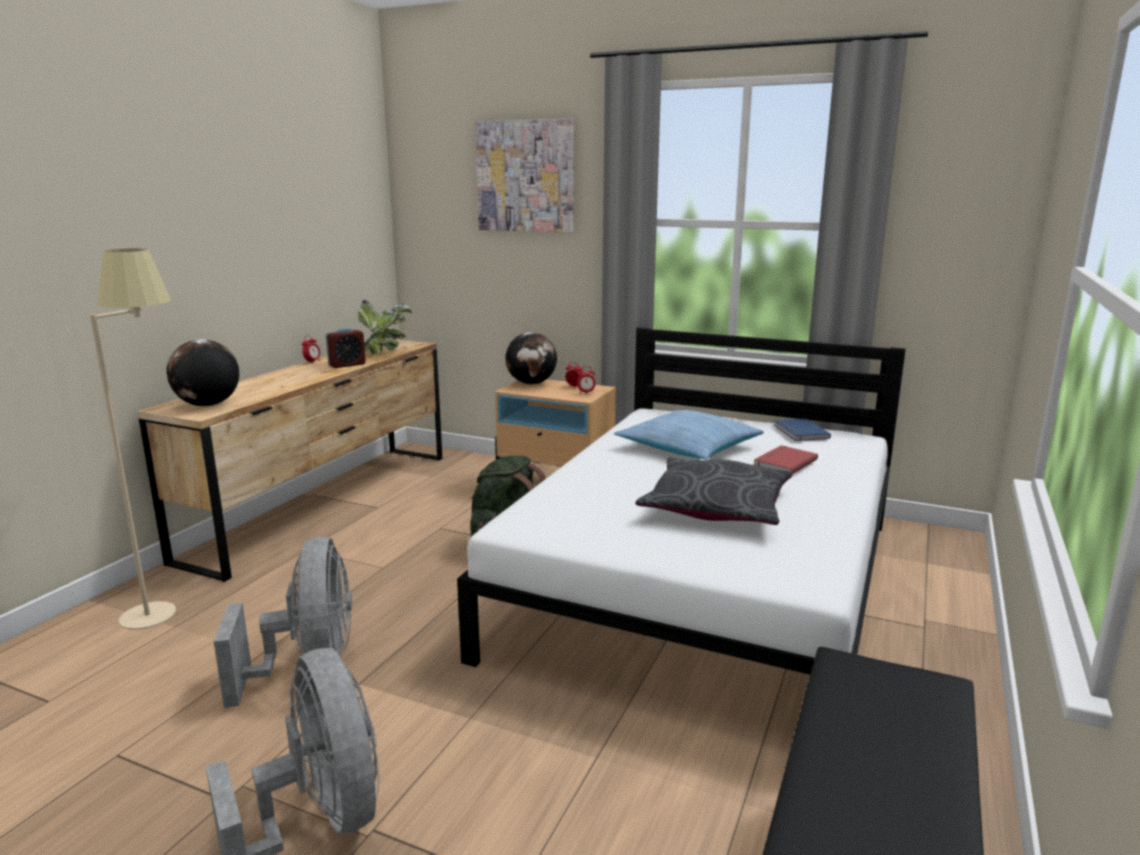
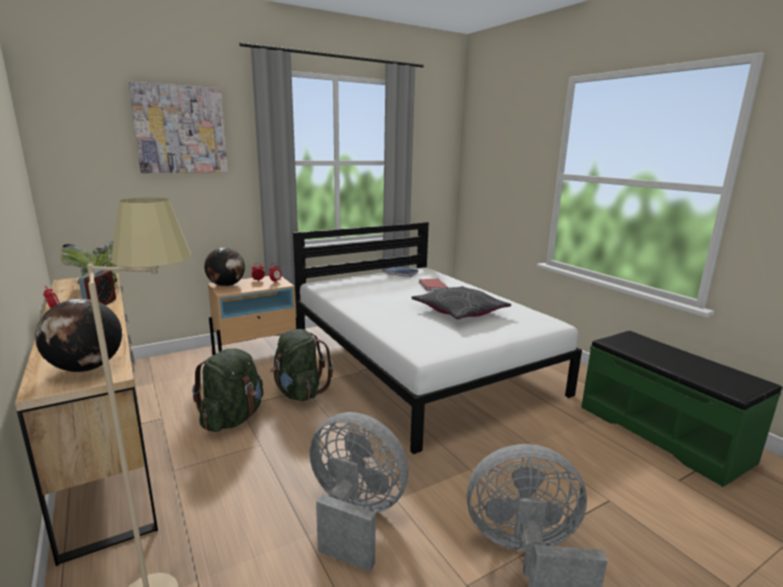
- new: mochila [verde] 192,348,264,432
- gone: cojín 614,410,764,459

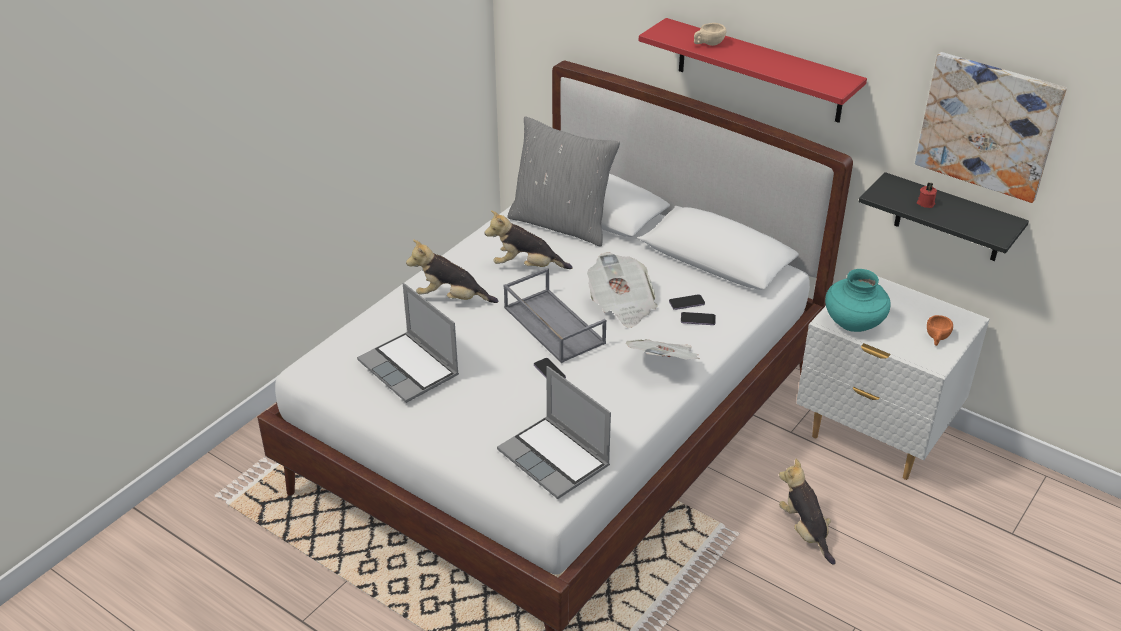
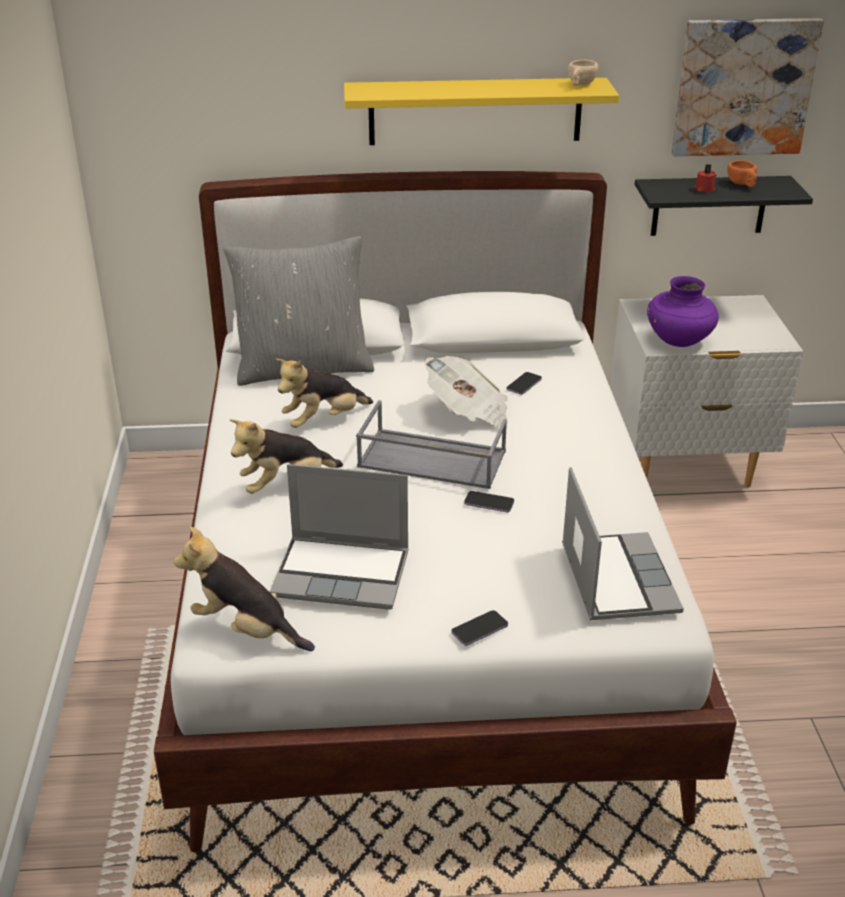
- shifted: peluche 779,459,836,565 to 174,526,315,651
- repainted: estante [rojo] 639,18,867,123 to estante [amarillo] 344,78,619,145
- shifted: móvil 681,312,716,325 to 451,610,508,646
- rotated: portátil 497,366,611,499 = 562,467,684,620 105 degrees counterclockwise
- shifted: taza [beis] 694,23,726,46 to 568,60,598,87
- repainted: florero [turquesa] 825,269,891,332 to florero [morado] 647,276,719,347
- shifted: taza [naranja] 927,315,953,346 to 727,160,757,188
- gone: periódico 626,339,700,360

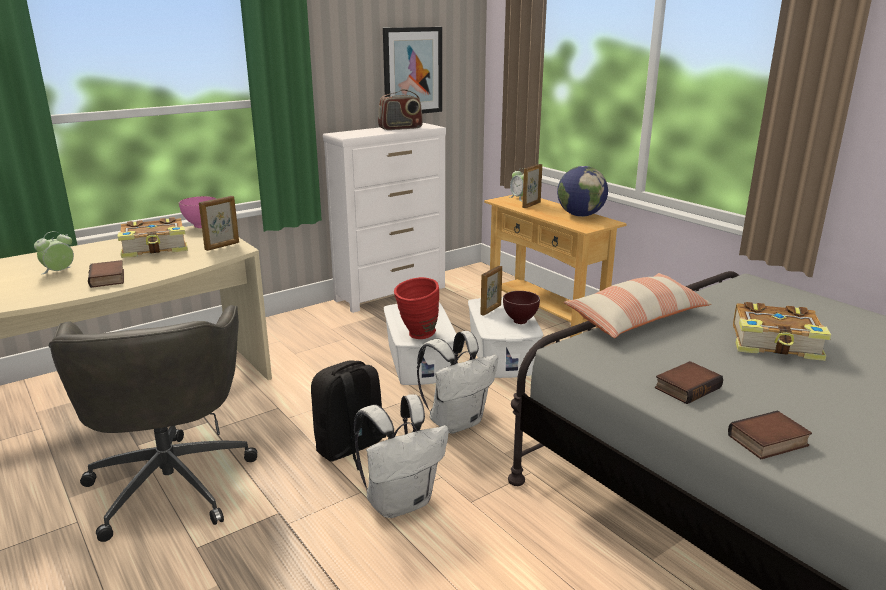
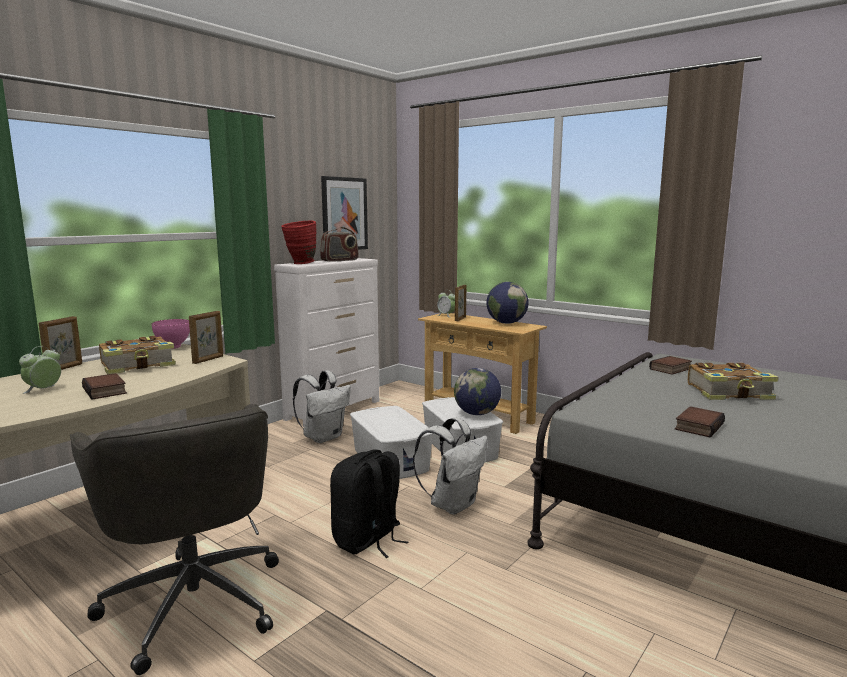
- shifted: portarretratos 480,266,502,316 to 39,316,82,370
- shifted: florero [rojo] 394,277,439,339 to 281,220,316,264
- shifted: mochila [blanco] 354,394,449,518 to 293,370,351,443
- swapped: cuenco [marrón] 503,291,540,324 to globo terráqueo 454,368,501,415
- shifted: libro 728,411,812,459 to 649,356,692,375
- gone: cojín 564,273,711,338

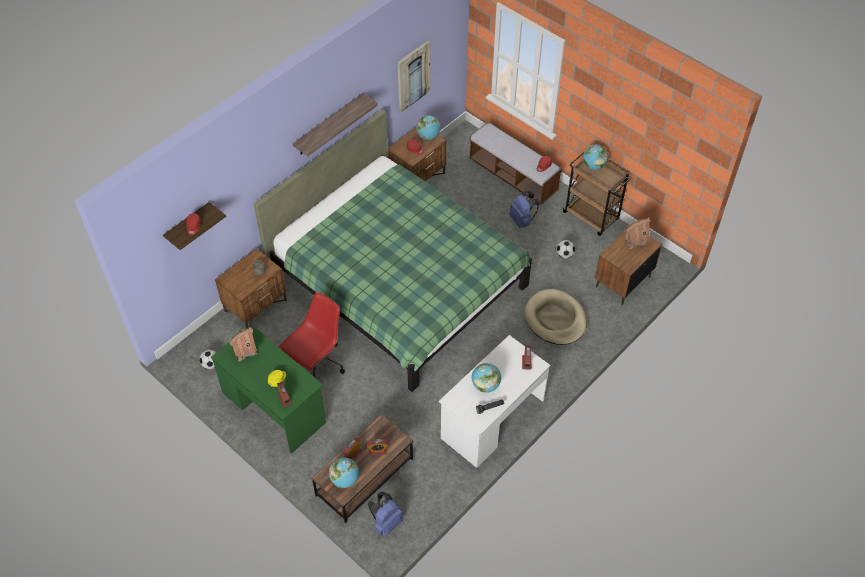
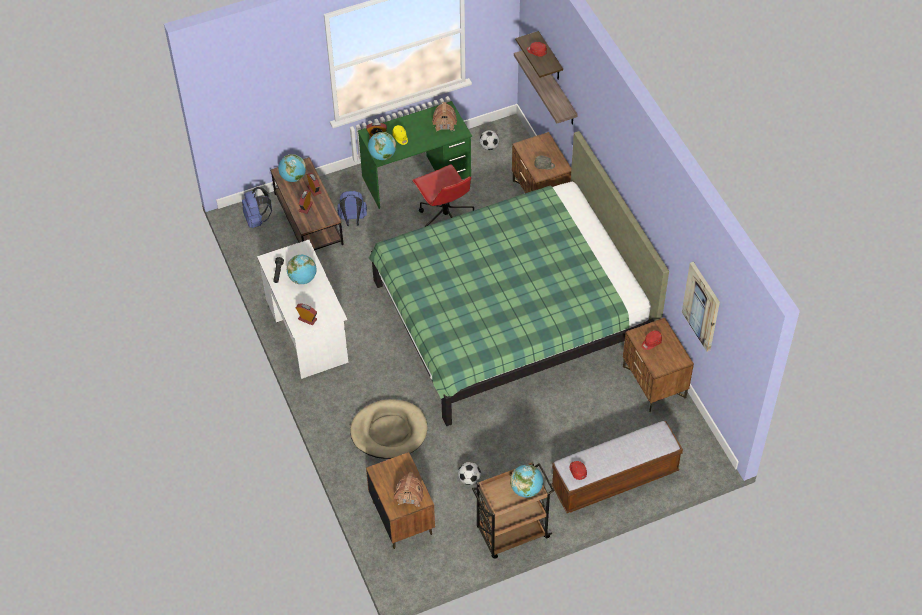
- shifted: mochila [azul] 510,191,539,228 to 337,191,367,226
- shifted: globo terráqueo 416,115,440,140 to 368,132,396,160
- shifted: estante 293,93,378,156 to 514,51,578,125

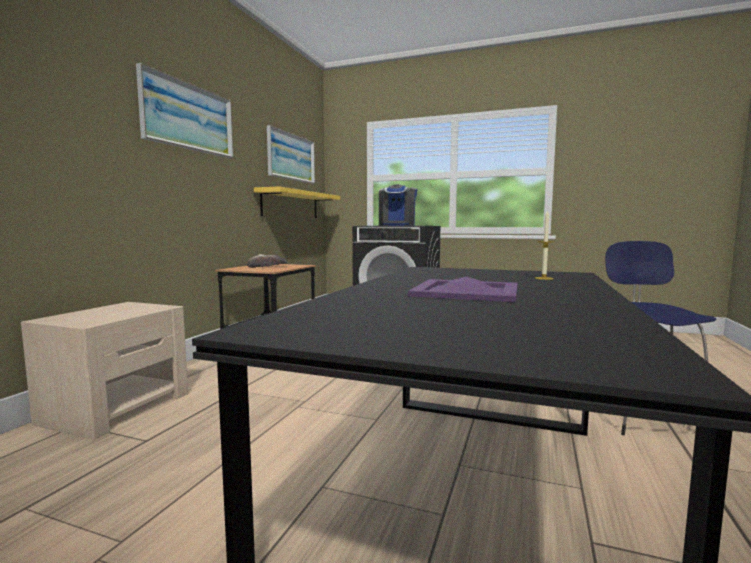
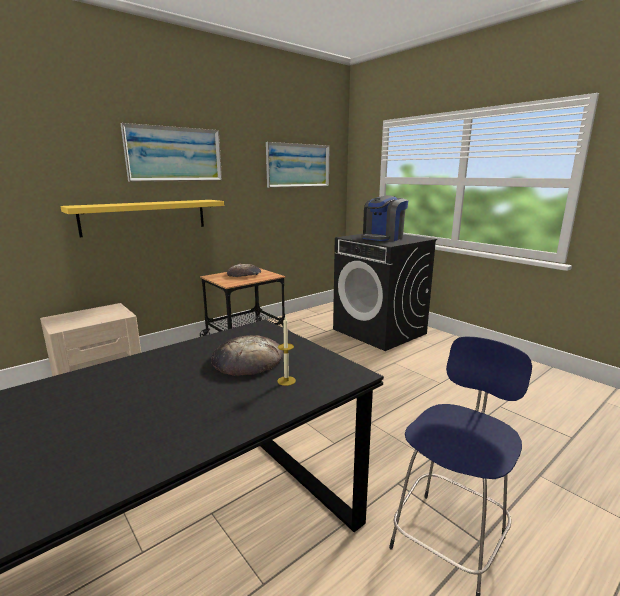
- shifted: estante [amarillo] 254,186,340,218 to 60,200,224,237
- new: pan 211,335,283,376
- gone: bandeja [morado] 408,277,518,302

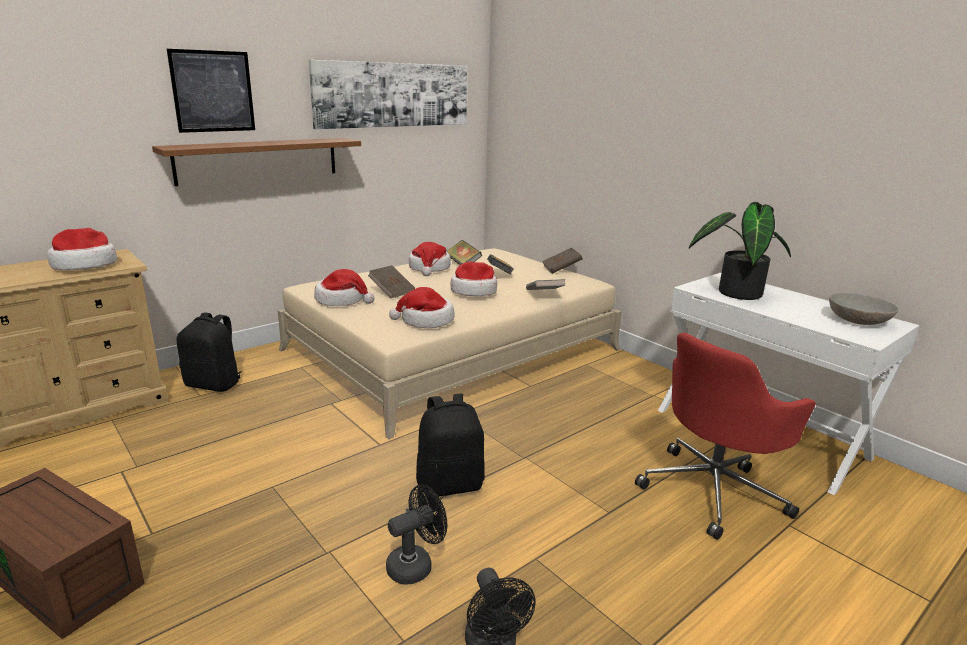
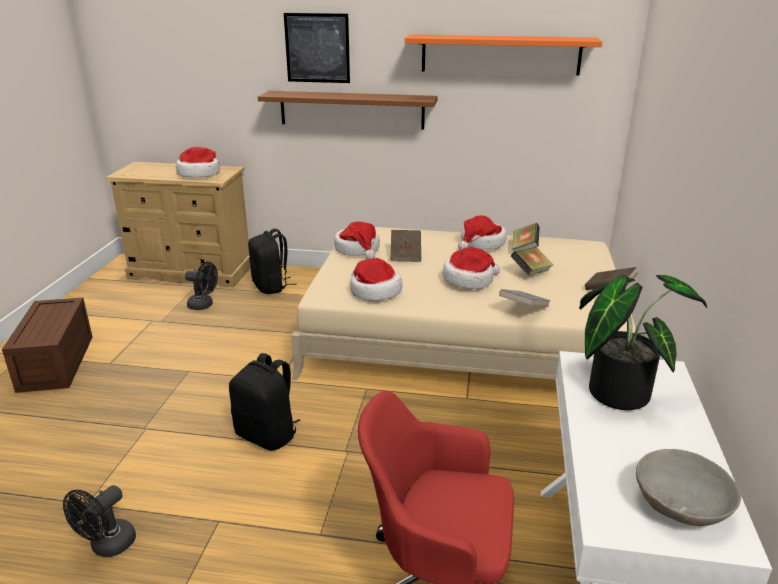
- shifted: ventilador [negro] 386,485,447,584 to 185,262,218,310
- swapped: cuadro 308,60,467,129 to estante [naranja] 405,34,602,75

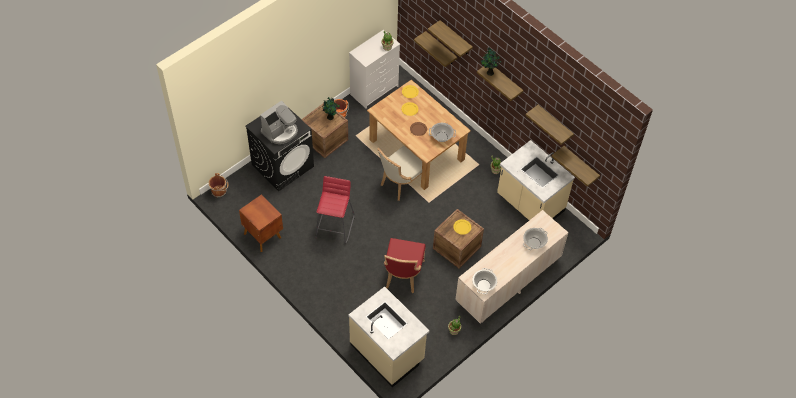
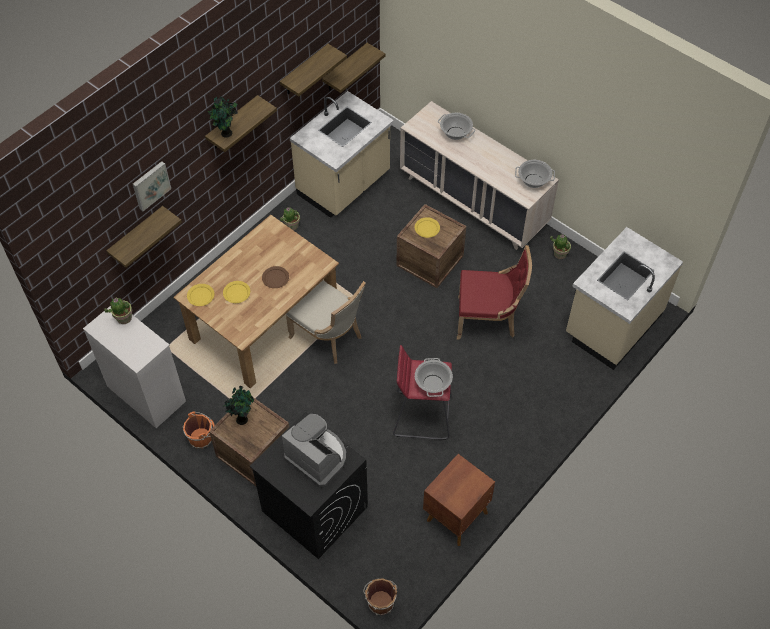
- swapped: estante 428,20,473,57 to cuadro 133,161,171,211
- shifted: olla 429,123,456,142 to 415,358,453,397

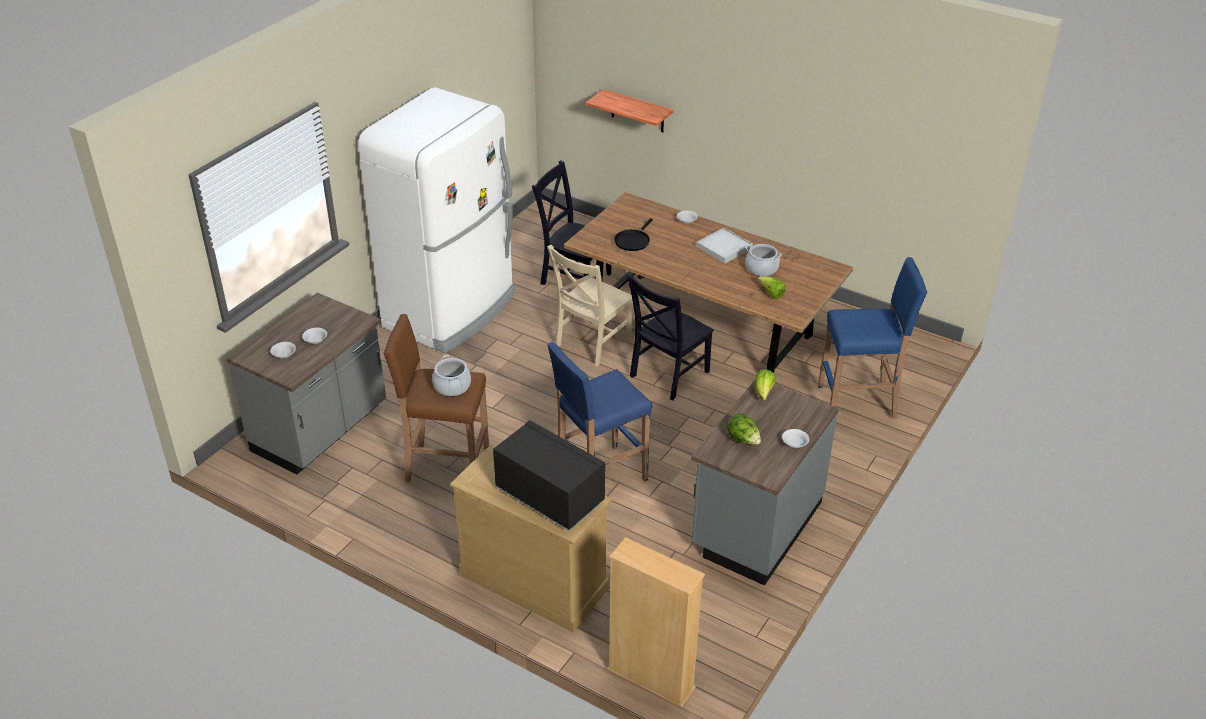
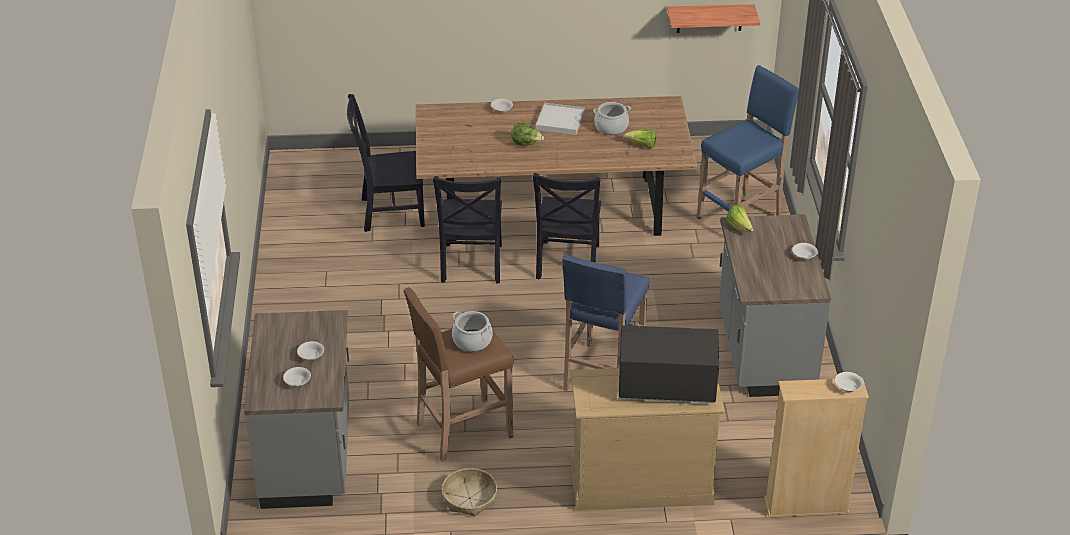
- repainted: silla [beis] 547,245,632,367 to silla [negro] 433,176,502,284
- new: cesta 442,468,497,517
- shifted: lechuga 727,413,761,445 to 511,123,544,146
- shifted: estante 585,89,674,132 to 667,4,760,33
- new: cuenco [blanco] 835,372,863,392
- gone: nevera [blanco] 358,88,515,353
- gone: sartén [negro] 614,218,653,251

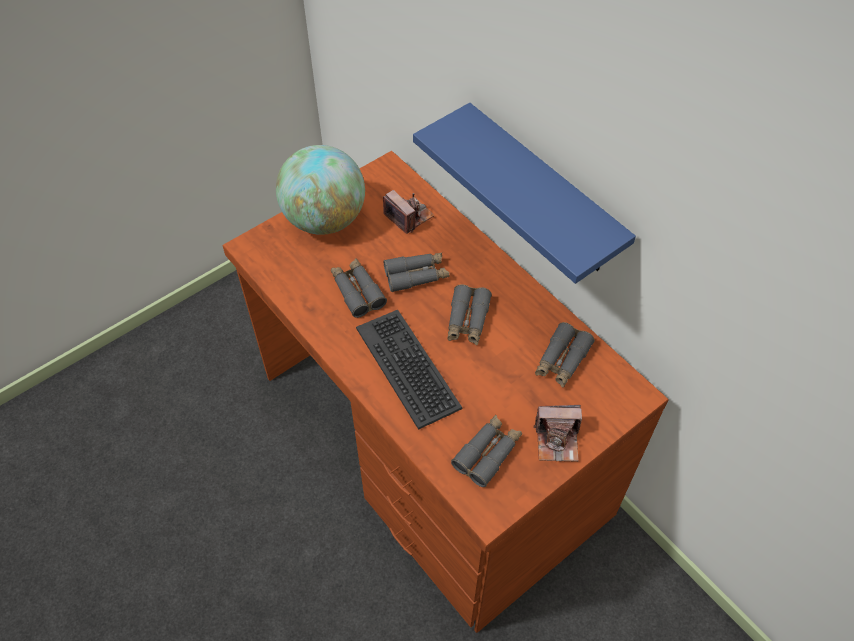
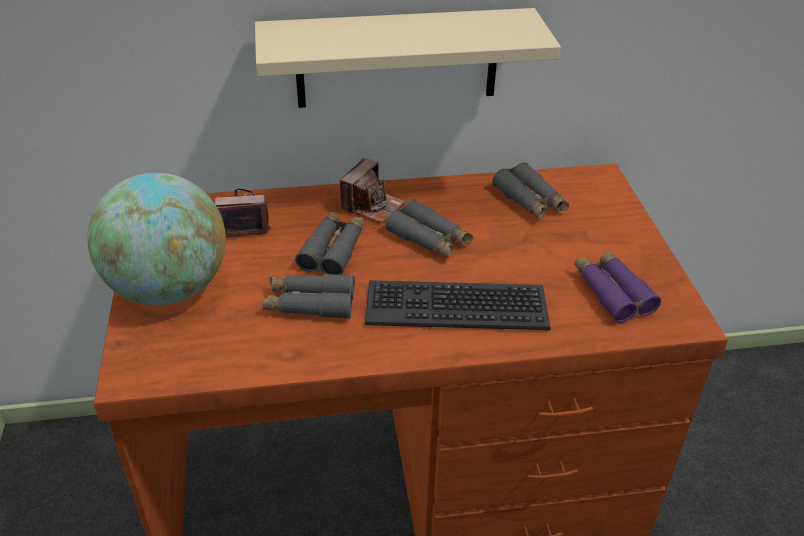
- repainted: estante [azul] 413,103,636,284 to estante [beis] 255,8,561,108
- shifted: cámara 533,405,582,462 to 340,158,405,223
- repainted: prismáticos [gris] 451,415,522,487 to prismáticos [morado] 575,250,661,323

